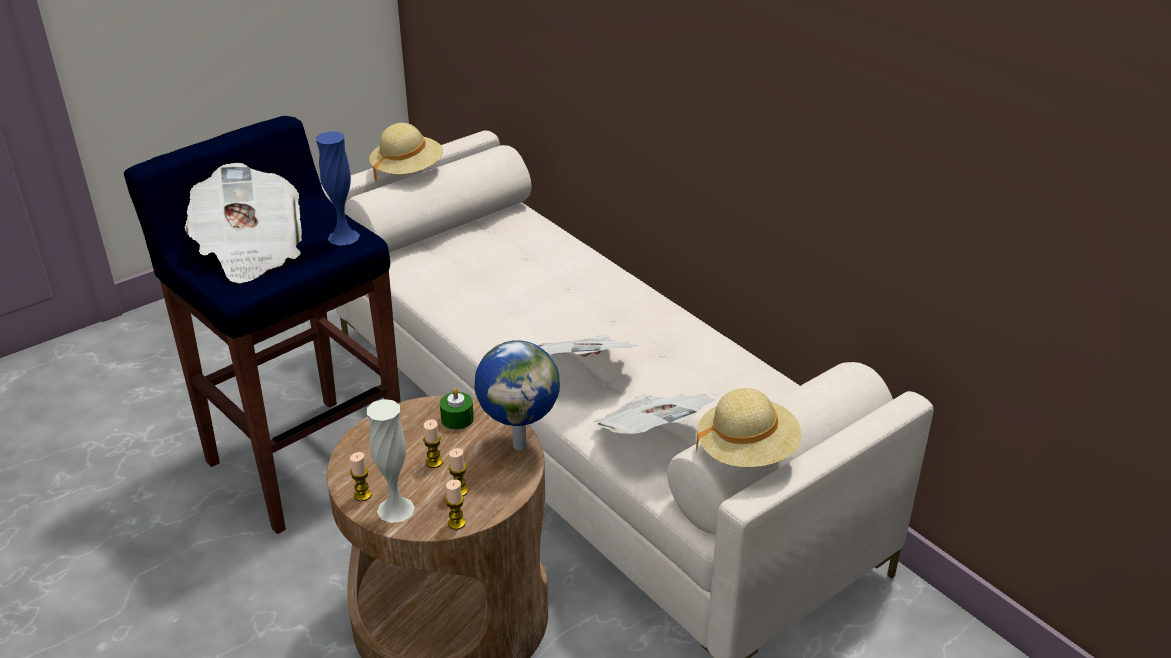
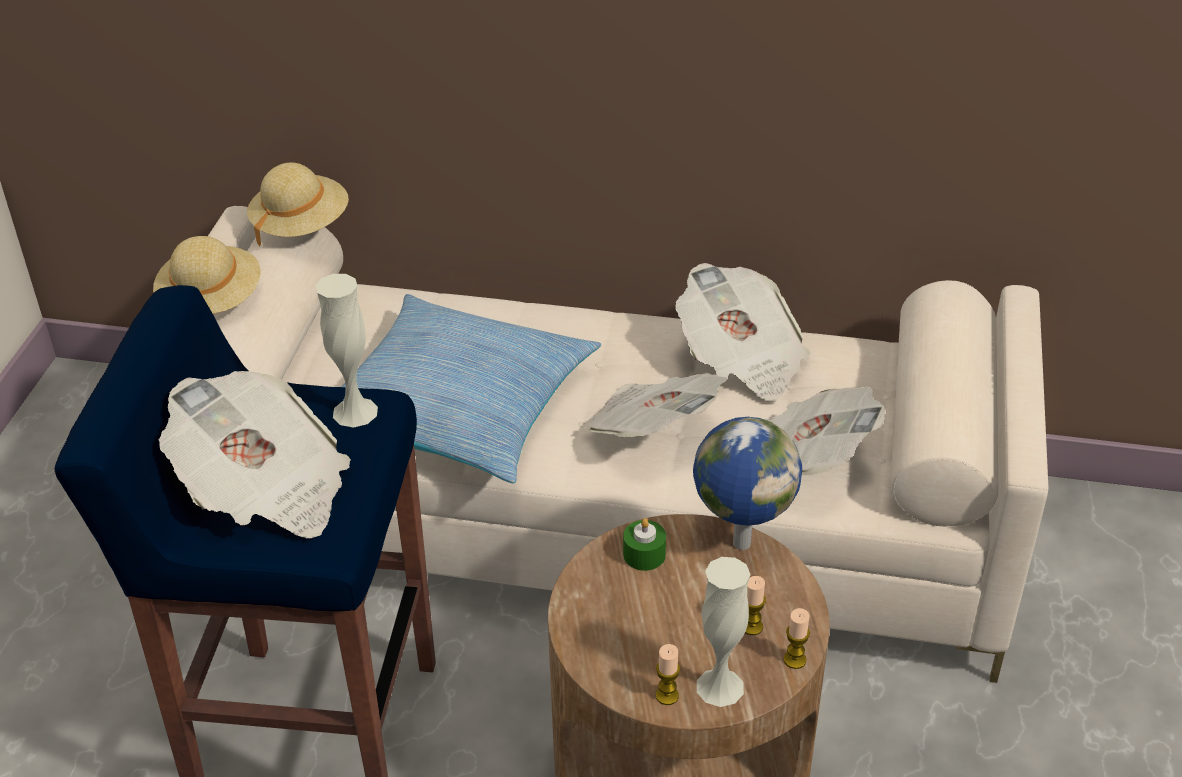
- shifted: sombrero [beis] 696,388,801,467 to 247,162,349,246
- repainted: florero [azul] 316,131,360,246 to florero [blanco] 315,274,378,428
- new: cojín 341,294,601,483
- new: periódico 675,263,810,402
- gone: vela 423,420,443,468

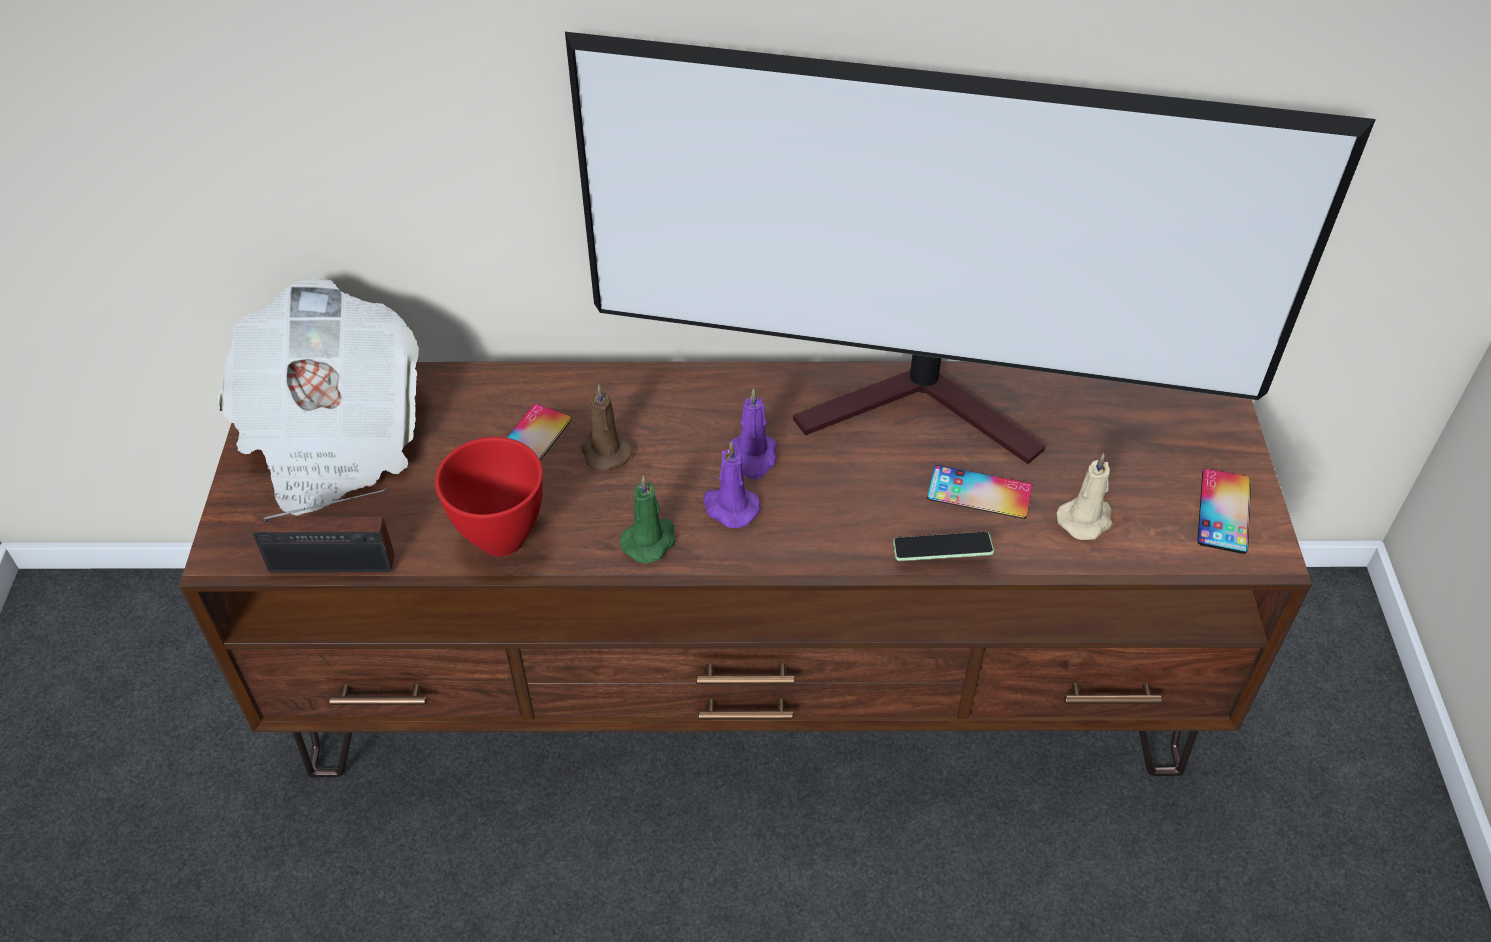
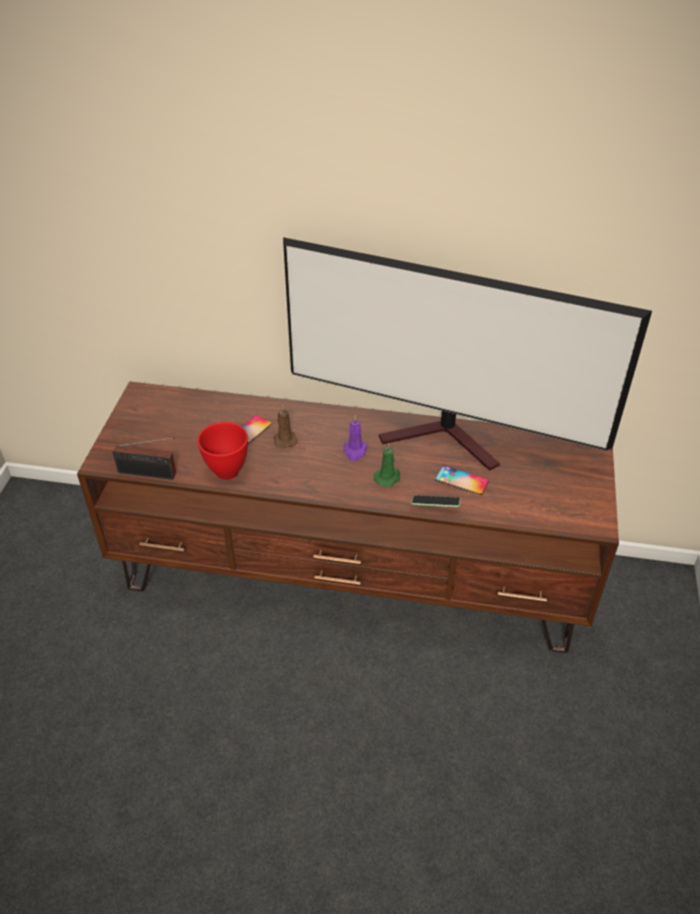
- shifted: vela [verde] 619,476,676,563 to 373,443,400,487
- gone: periódico 217,278,419,516
- gone: vela [morado] 703,442,760,528
- gone: vela [beis] 1057,454,1113,540
- gone: móvil 1197,469,1251,554

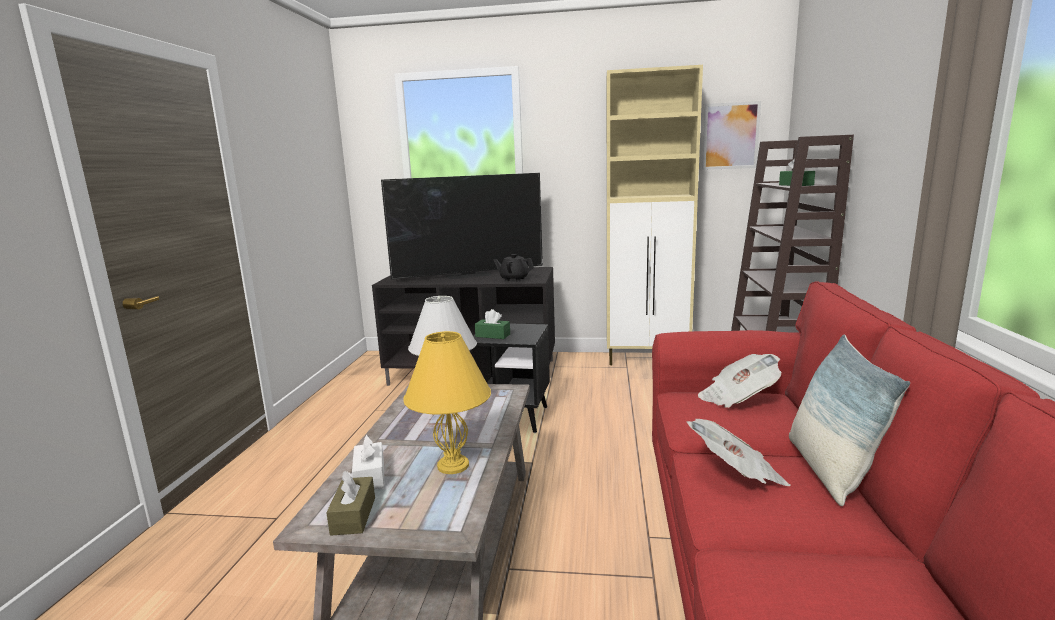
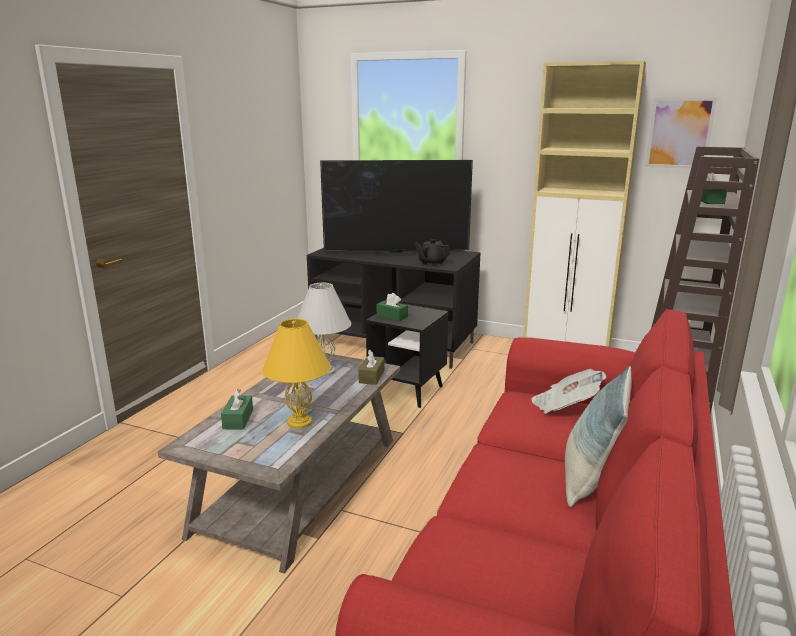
- repainted: caja de pañuelos [blanco] 352,435,384,489 to caja de pañuelos [verde] 221,389,253,430
- shifted: caja de pañuelos [marrón] 326,471,375,536 to 358,350,385,385
- gone: periódico 687,419,791,486

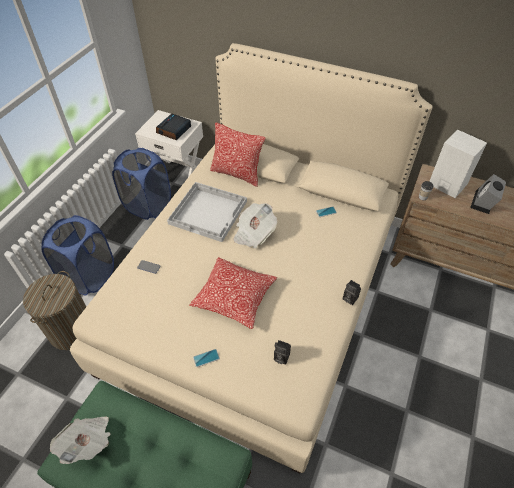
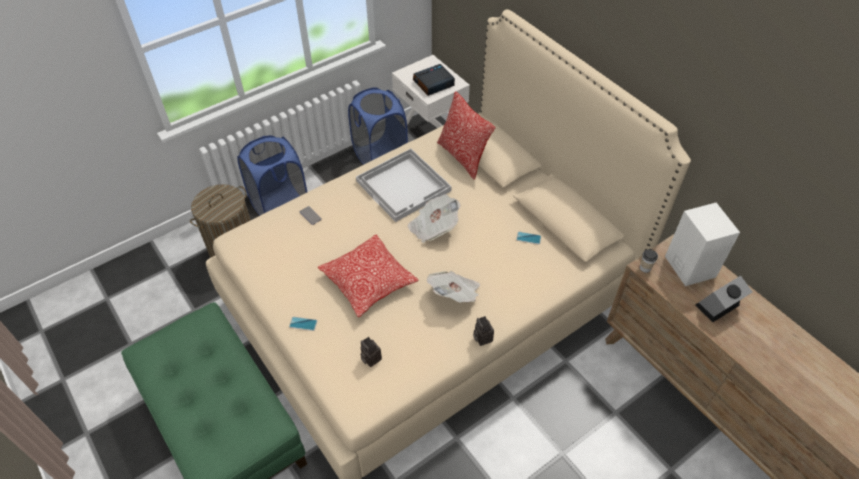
- shifted: periódico 50,416,110,464 to 427,271,480,303

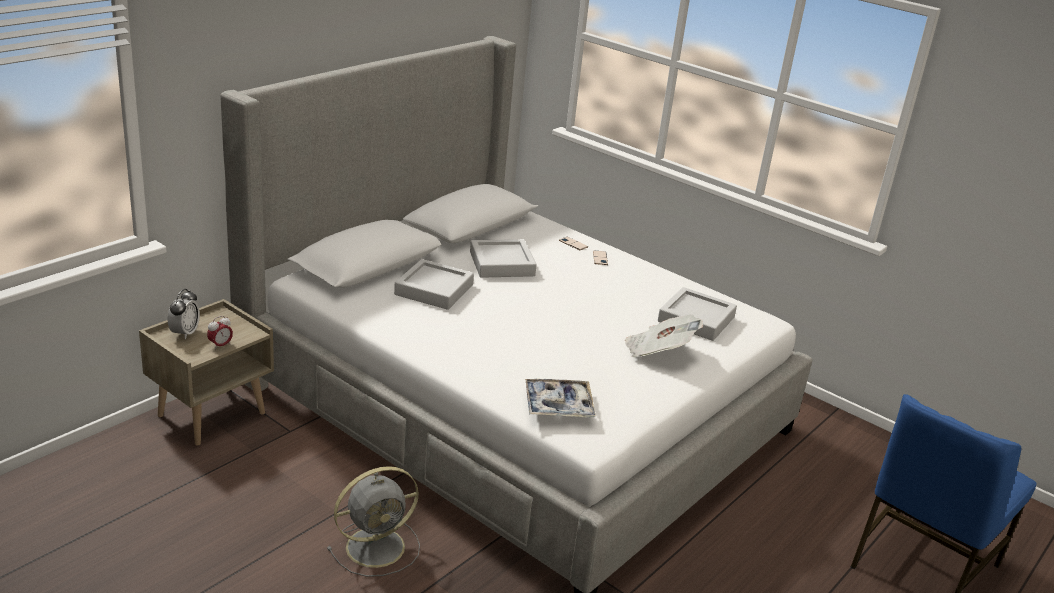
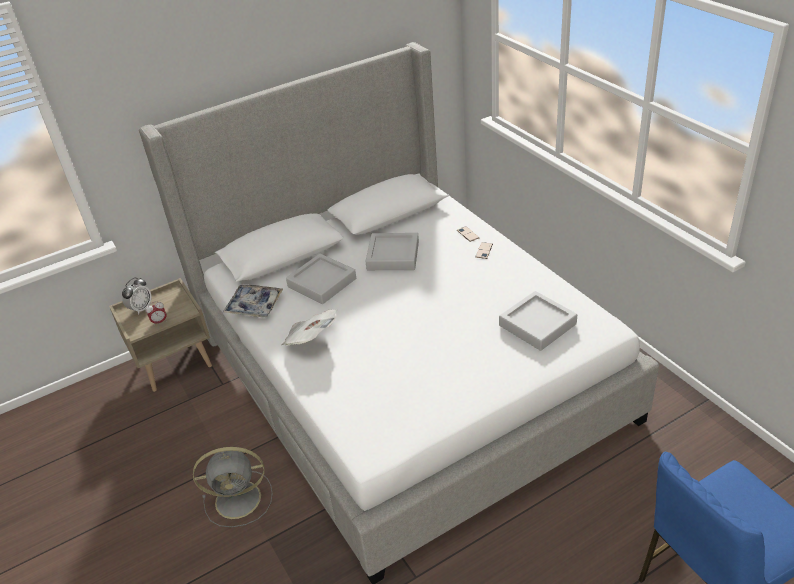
- shifted: bandeja 525,379,596,418 to 222,285,283,318
- shifted: periódico 625,314,703,357 to 282,309,338,346

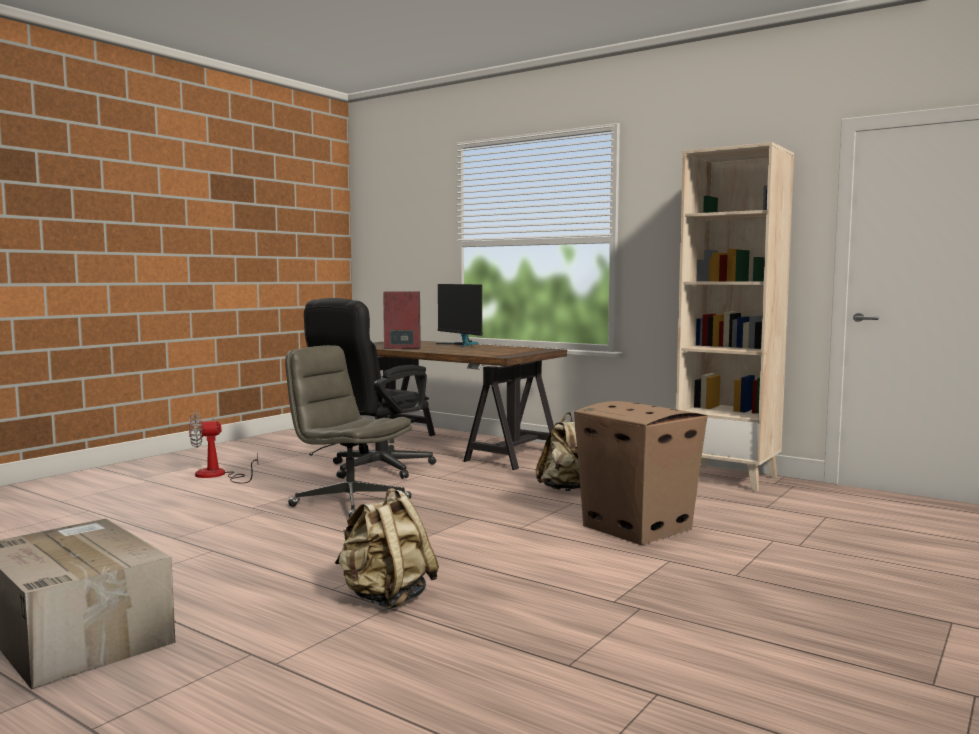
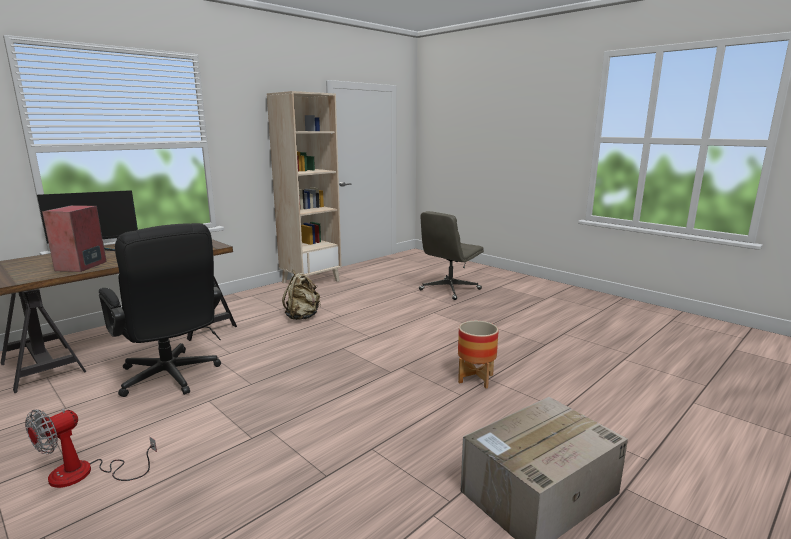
- rotated: ventilador 189,412,258,483 = 25,409,157,488 45 degrees clockwise
- shifted: silla de oficina [gris] 285,345,412,517 to 419,211,484,300
- swapped: mochila [beis] 335,488,439,609 to maceta 458,321,499,388
- gone: caja de cartón 574,401,708,545

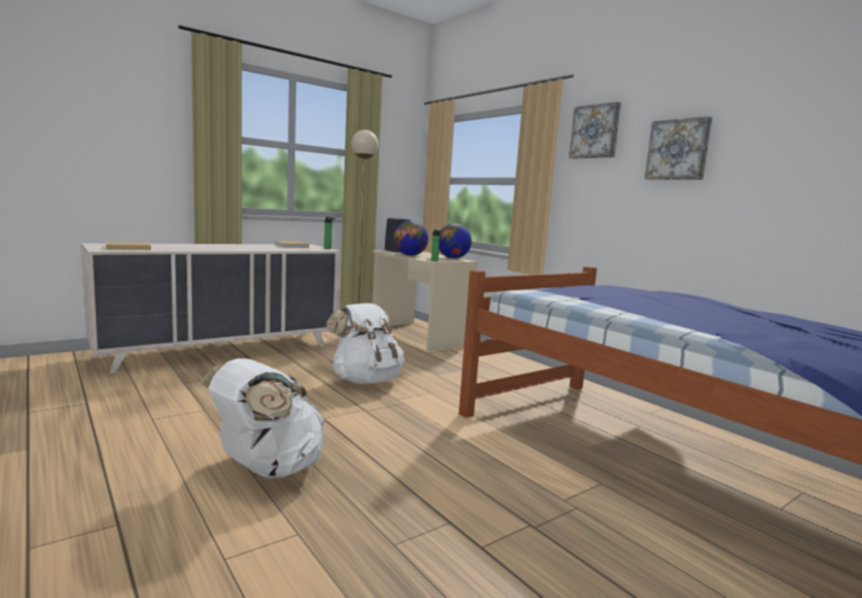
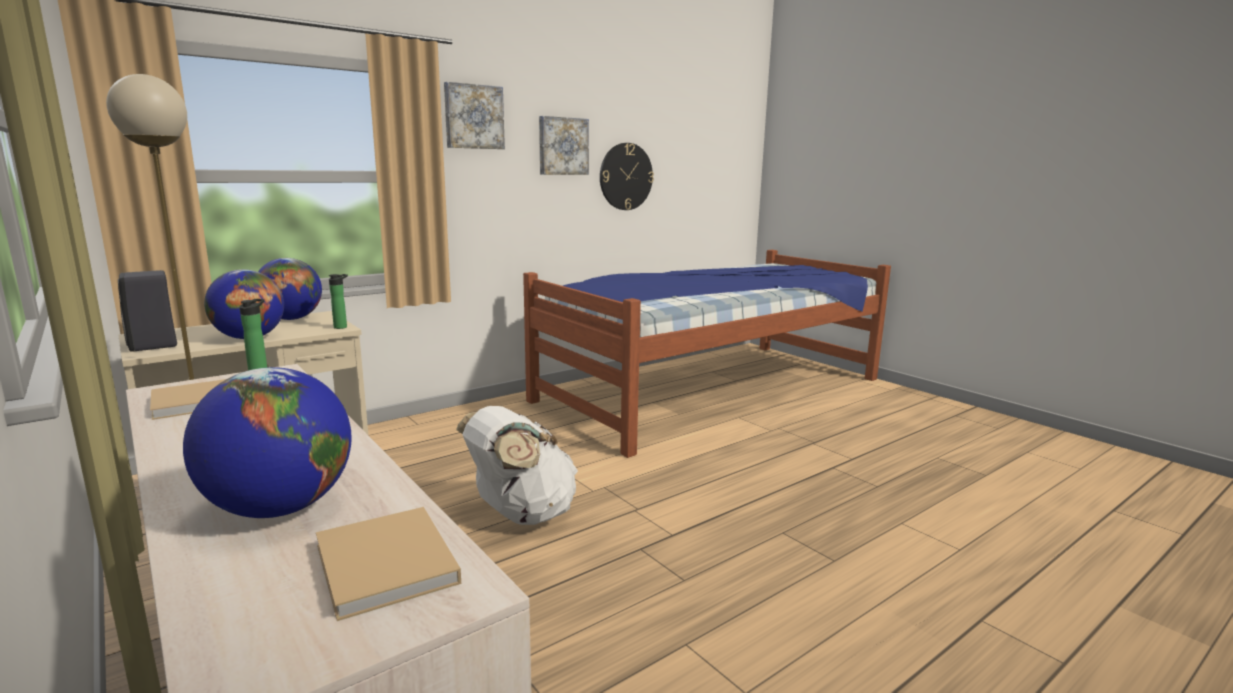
- new: globo terráqueo 183,367,352,518
- new: reloj de pared 600,143,654,210
- gone: mochila [blanco] 201,358,326,479

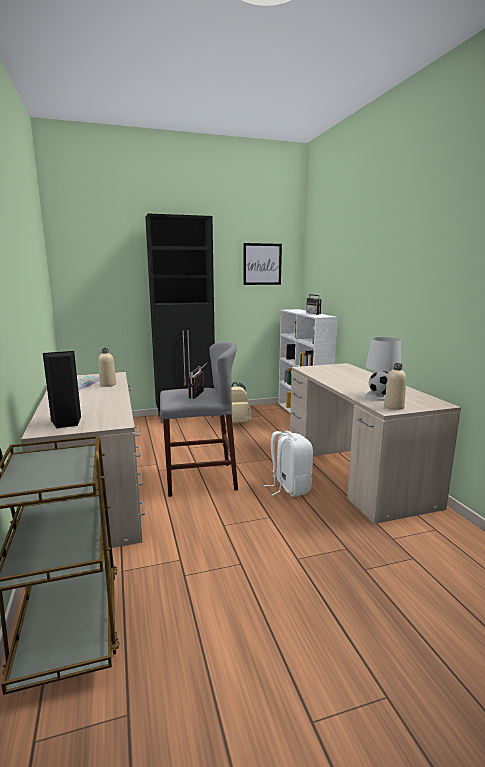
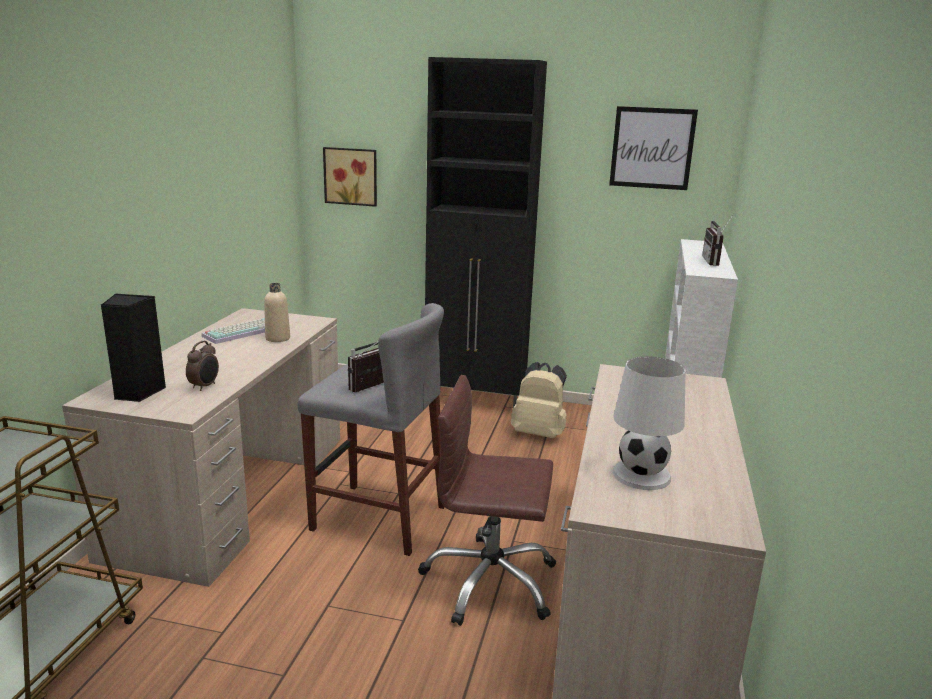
- new: despertador 186,341,219,391
- new: cuadro 323,147,377,207
- swapped: mochila [blanco] 264,431,313,497 to silla de oficina [marrón] 418,375,556,626
- gone: botella [beis] 384,363,406,410

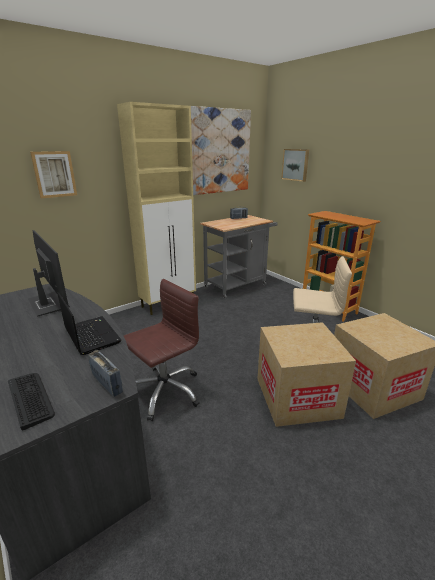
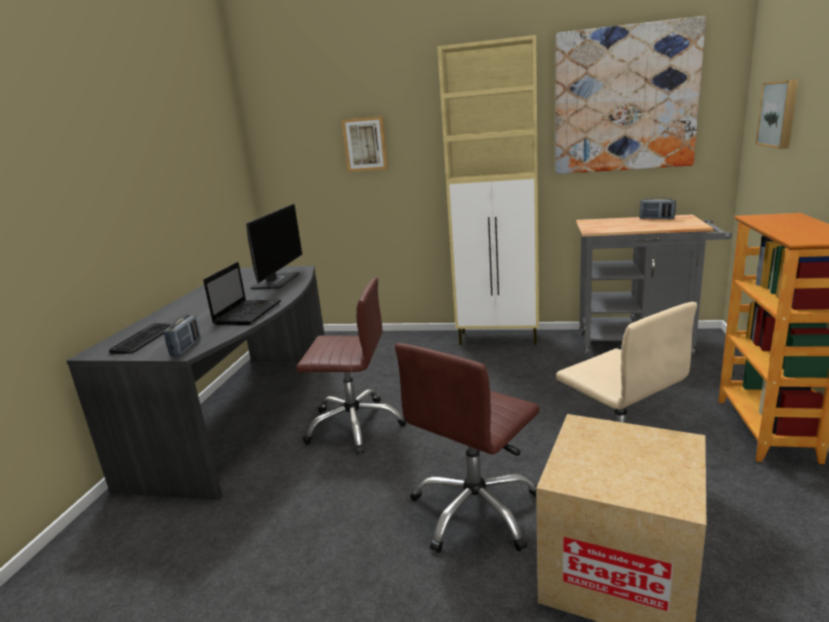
- swapped: caja de cartón 257,322,356,427 to silla de oficina [marrón] 395,343,540,553

